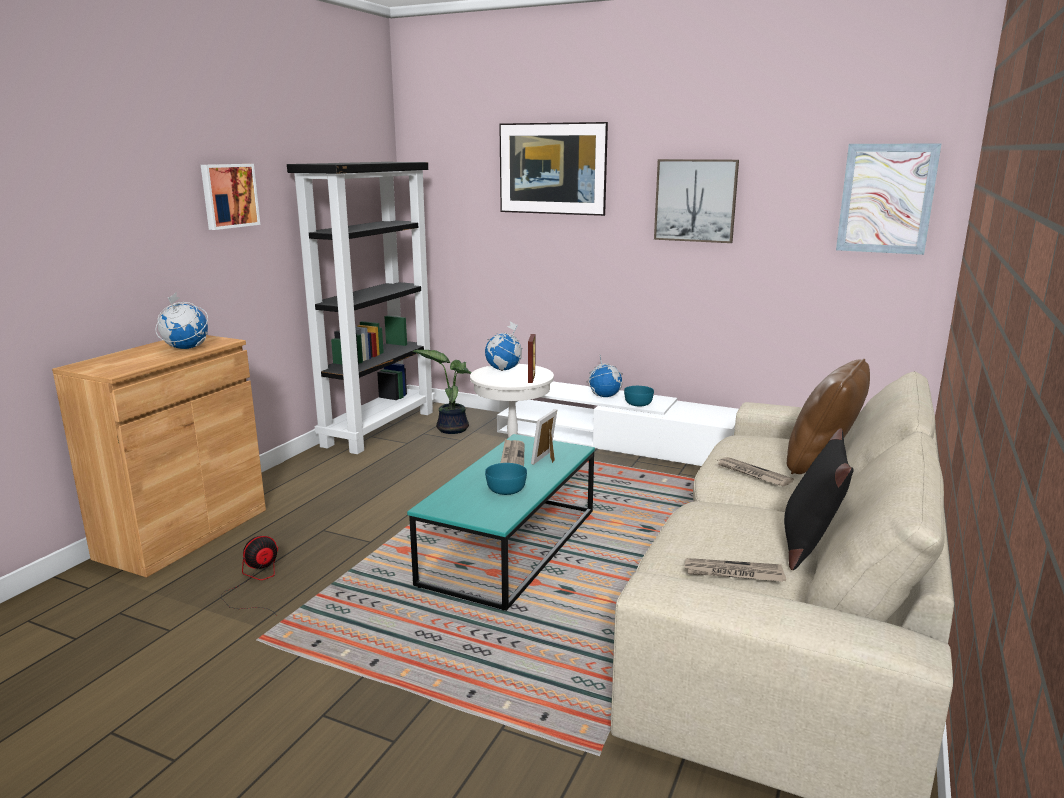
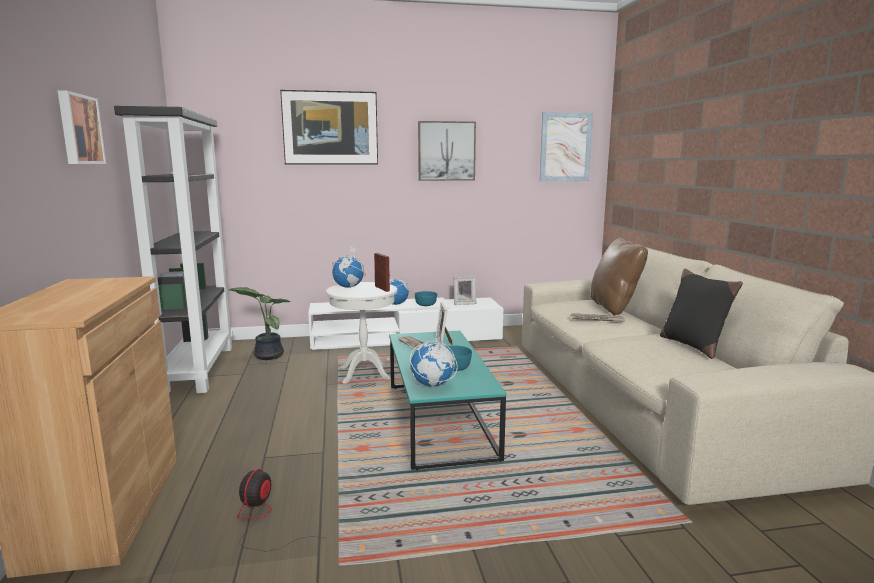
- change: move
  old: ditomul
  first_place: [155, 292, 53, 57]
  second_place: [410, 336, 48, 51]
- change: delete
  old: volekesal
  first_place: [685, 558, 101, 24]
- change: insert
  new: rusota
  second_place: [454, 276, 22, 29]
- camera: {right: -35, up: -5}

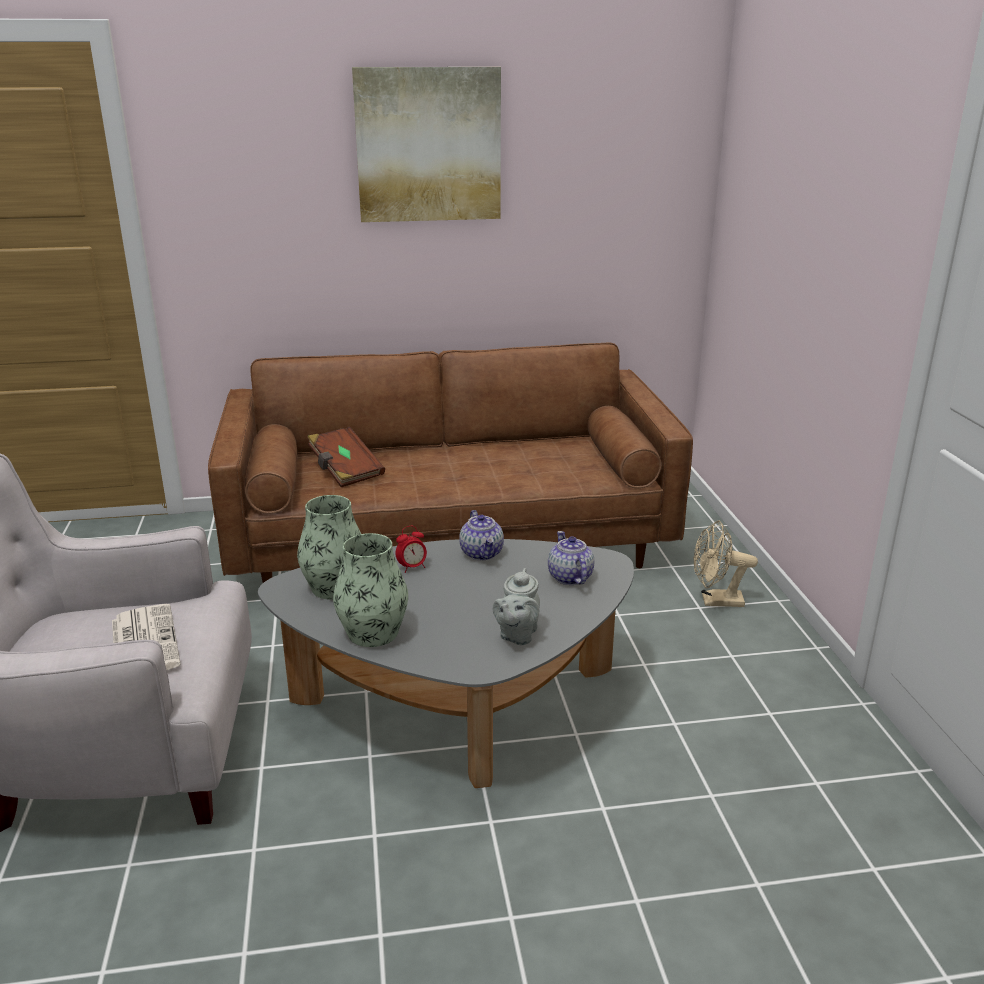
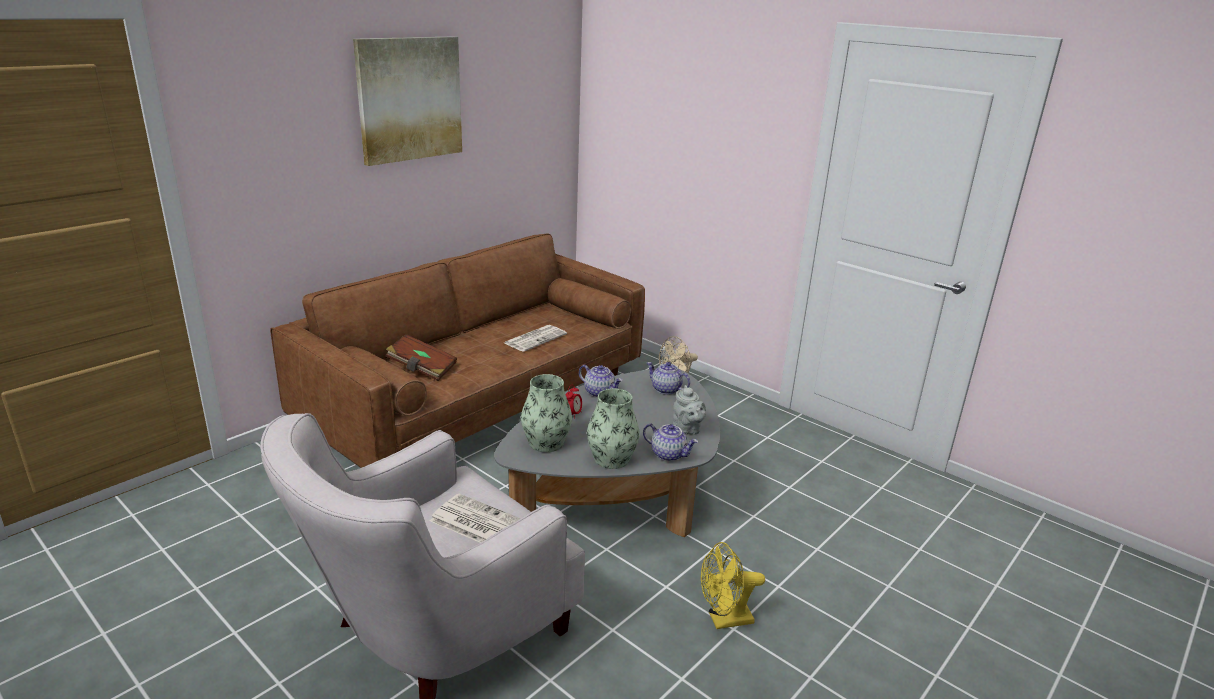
- change: insert
  new: volekesal
  second_place: [504, 325, 63, 27]
- change: insert
  new: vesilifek
  second_place: [643, 424, 55, 37]
- change: insert
  new: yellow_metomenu
  second_place: [701, 542, 64, 87]
- camera: {right: -40, up: 0}

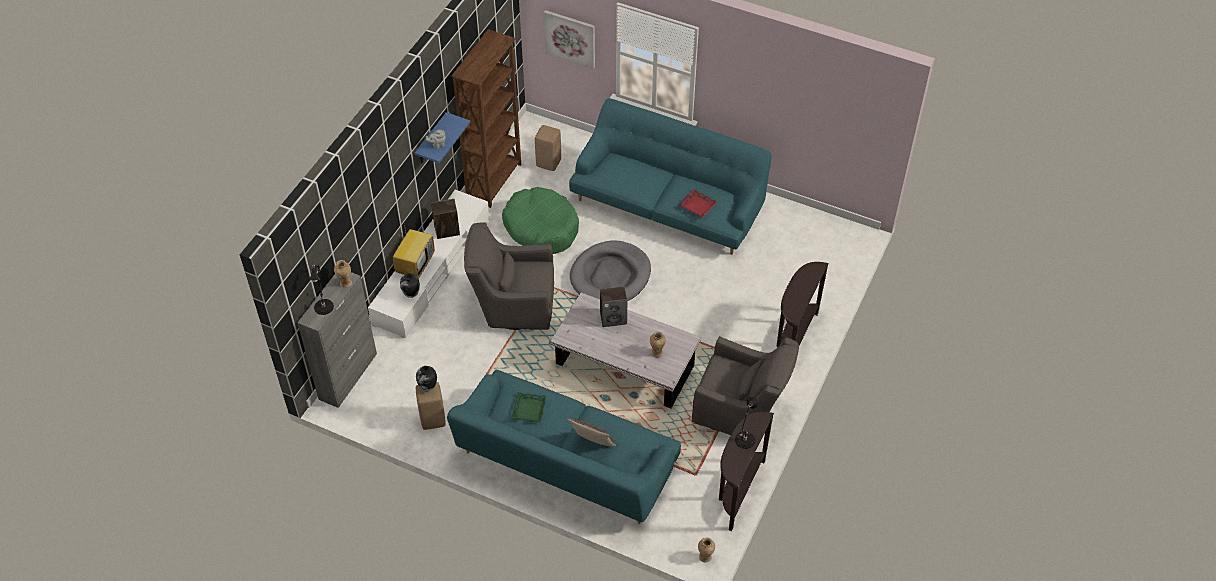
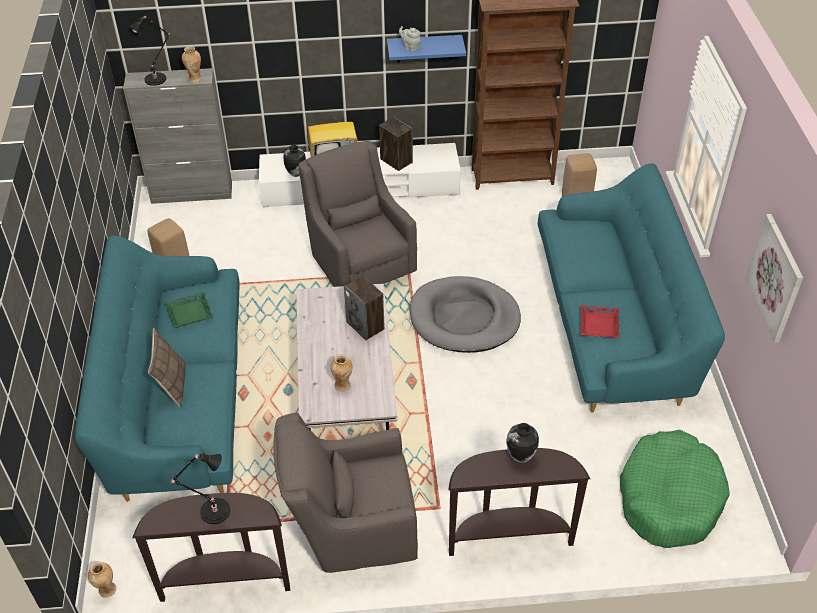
- change: move
  old: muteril
  first_place: [544, 10, 51, 59]
  second_place: [746, 214, 57, 129]
- change: move
  old: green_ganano
  first_place: [502, 187, 77, 67]
  second_place: [620, 430, 110, 118]
- change: rotate
  old: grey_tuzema
  first_place: [692, 336, 107, 99]
  second_place: [273, 413, 145, 160]
  degrees: 90
- change: move
  old: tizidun
  first_place: [416, 366, 21, 25]
  second_place: [506, 423, 33, 40]
- camera: {right: 60, up: -5}

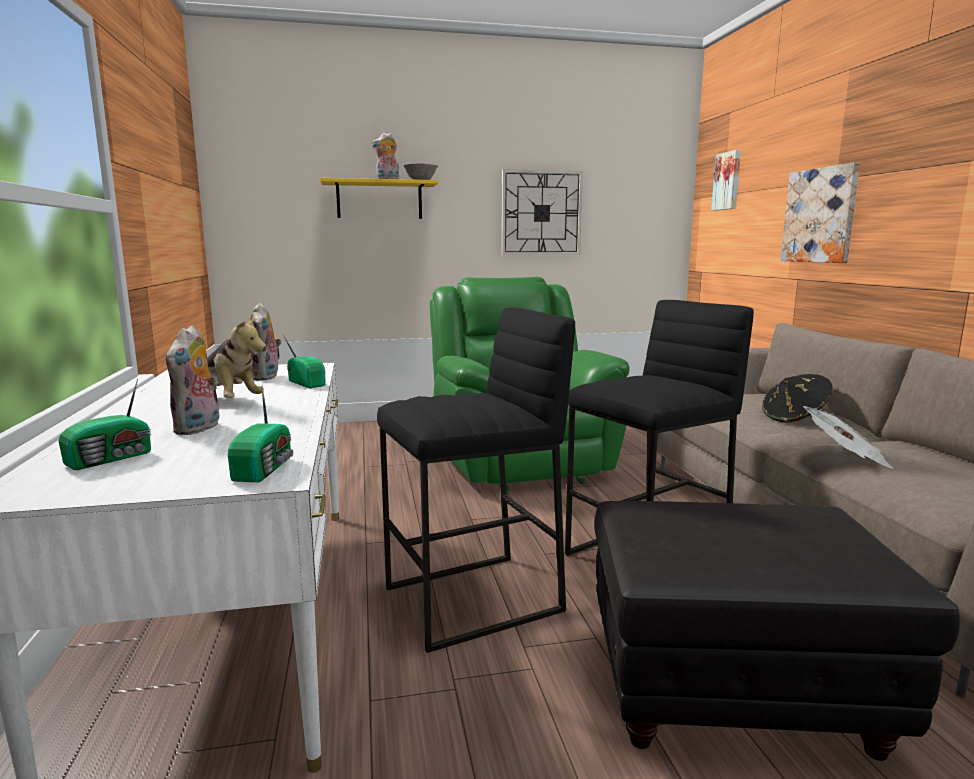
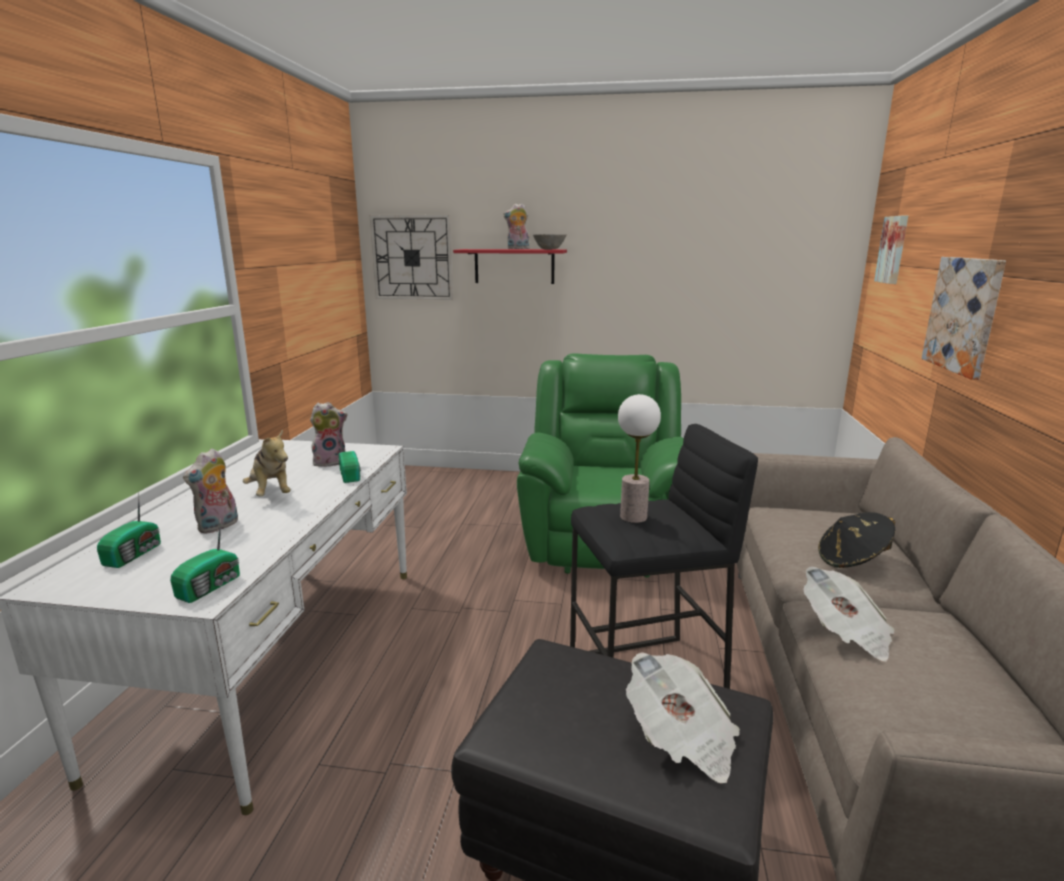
- change: move
  old: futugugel
  first_place: [502, 169, 81, 86]
  second_place: [370, 215, 83, 85]
- change: recolor
  old: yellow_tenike
  new: red_tenike
  first_place: [320, 178, 118, 41]
  second_place: [453, 249, 114, 35]
- change: rotate
  old: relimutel
  first_place: [250, 303, 32, 78]
  second_place: [310, 402, 38, 65]
  degrees: -120
- change: delete
  old: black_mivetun
  first_place: [377, 307, 198, 346]
- change: rotate
  old: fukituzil
  first_place: [59, 379, 92, 91]
  second_place: [97, 492, 64, 76]
  degrees: -45
- change: insert
  new: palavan
  second_place: [618, 394, 43, 129]
- change: insert
  new: volekesal
  second_place: [626, 652, 114, 131]
- camera: {right: 20, up: 5}

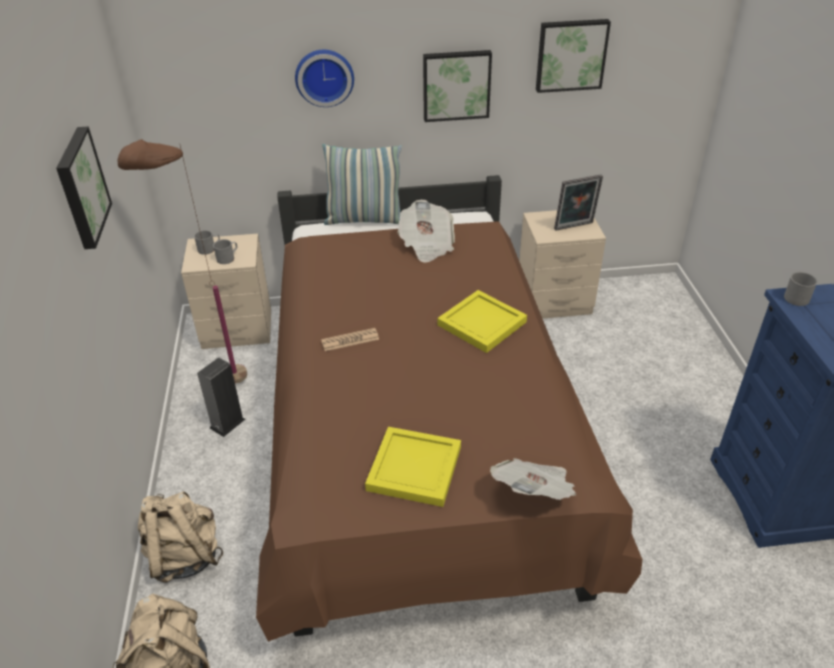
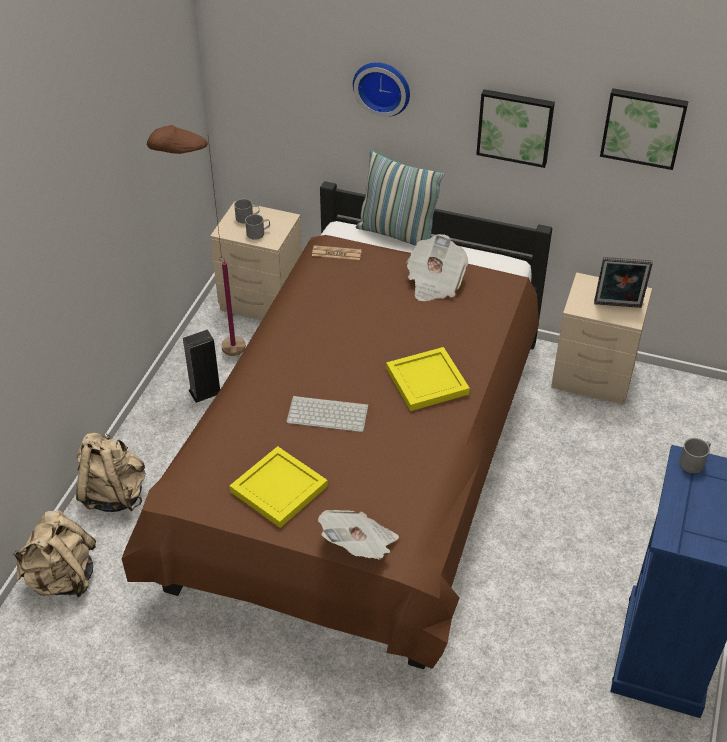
- change: delete
  old: muteril
  first_place: [56, 126, 56, 123]
- change: move
  old: volekesal
  first_place: [321, 328, 58, 23]
  second_place: [312, 245, 50, 15]
- change: insert
  new: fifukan
  second_place: [286, 396, 83, 36]
- camera: {right: 25, up: 5}

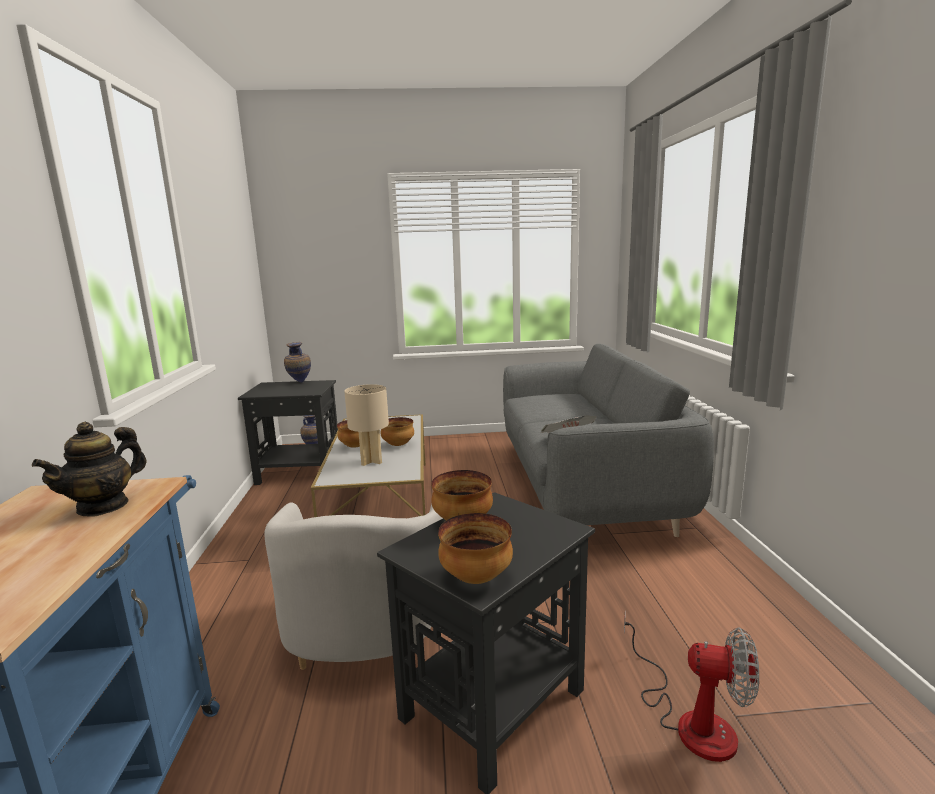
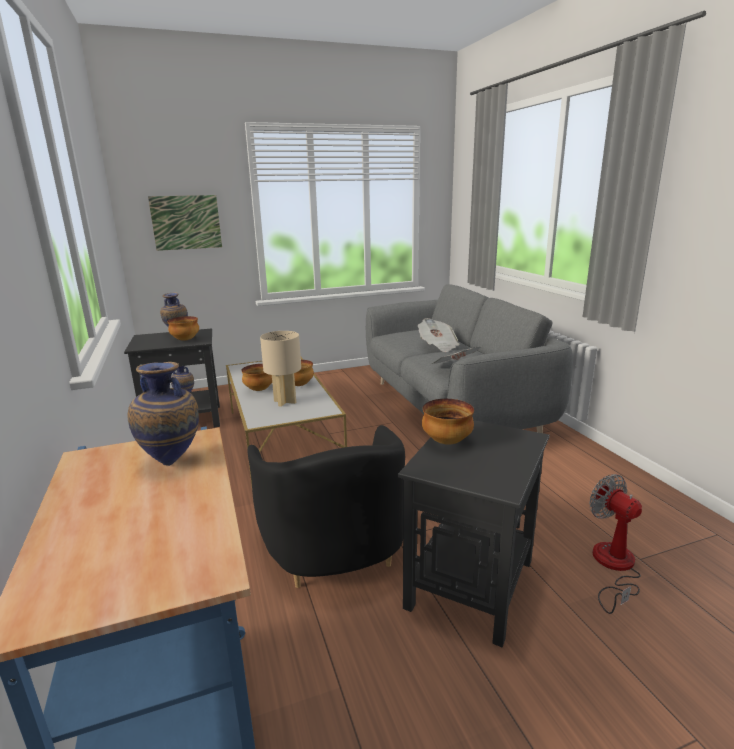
- change: replace
  old: vesilifek
  new: tizidun
  first_place: [32, 422, 115, 95]
  second_place: [128, 362, 71, 104]
- change: recolor
  old: white_tuzema
  new: black_tuzema
  first_place: [265, 502, 178, 168]
  second_place: [247, 425, 158, 163]
- change: move
  old: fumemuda
  first_place: [438, 513, 75, 71]
  second_place: [167, 316, 32, 25]
- change: rotate
  old: metomenu
  first_place: [624, 619, 135, 143]
  second_place: [589, 474, 53, 140]
  degrees: -120
- change: insert
  new: muteril
  second_place: [148, 195, 74, 56]
- change: insert
  new: volekesal
  second_place: [418, 318, 42, 34]
- camera: {right: -15, up: 5}

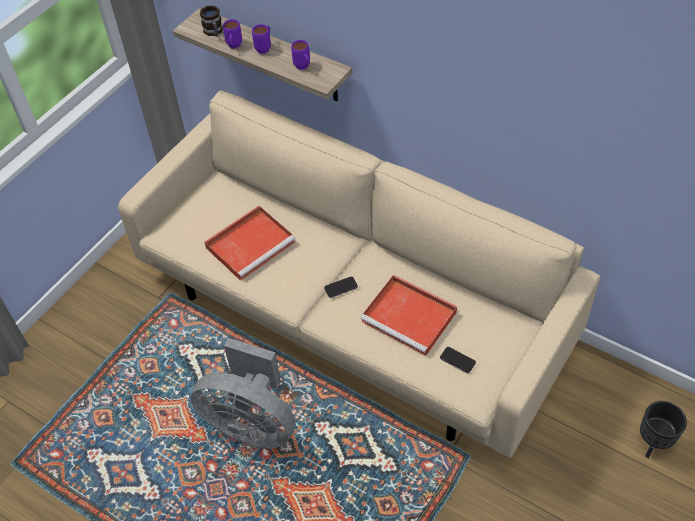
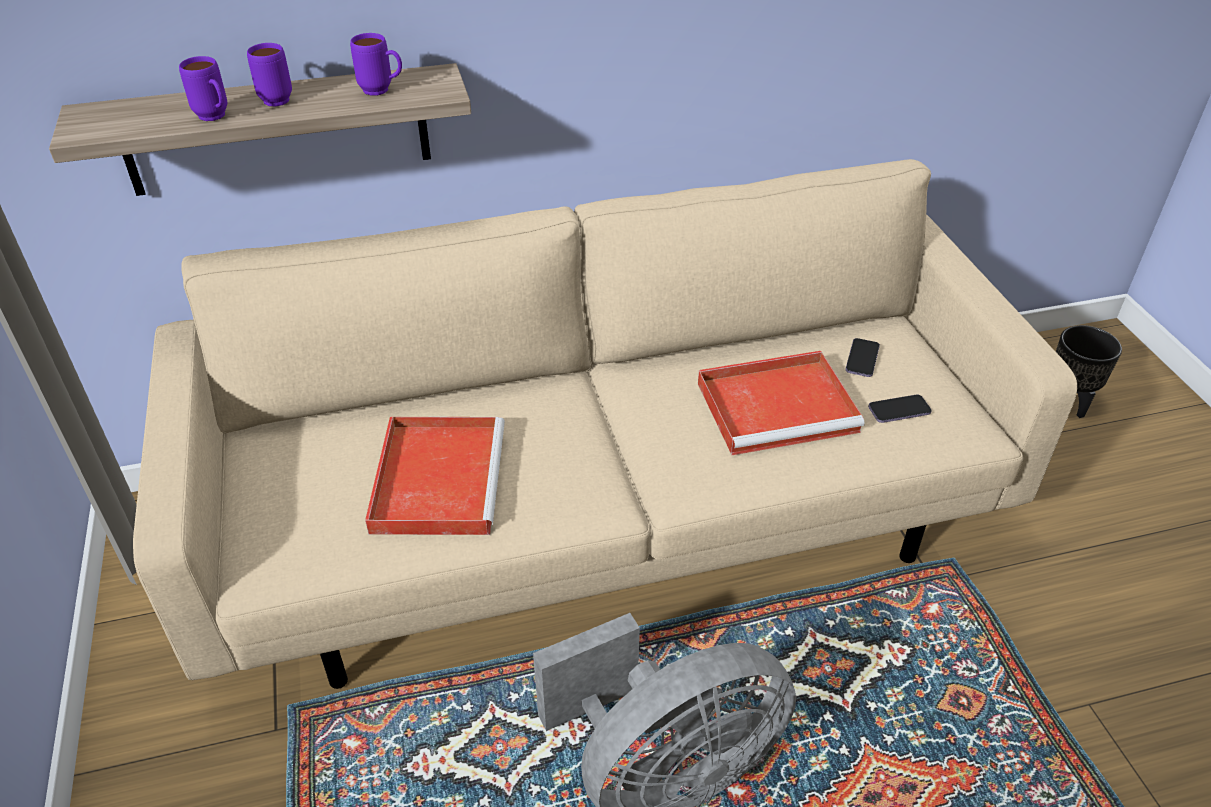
- change: delete
  old: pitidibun
  first_place: [200, 6, 23, 31]
- change: move
  old: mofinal
  first_place: [324, 276, 34, 22]
  second_place: [845, 338, 35, 39]
- camera: {right: -50, up: -10}

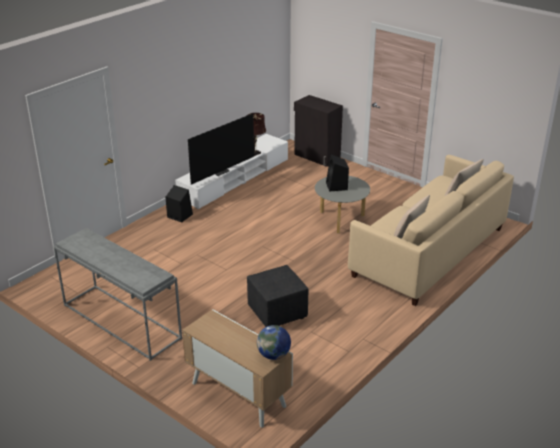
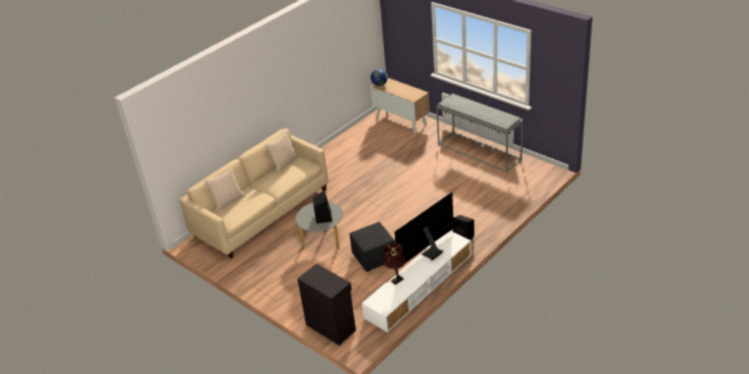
- change: move
  old: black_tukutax
  first_place: [247, 265, 61, 62]
  second_place: [350, 222, 45, 50]
- camera: {right: -175, up: 5}

